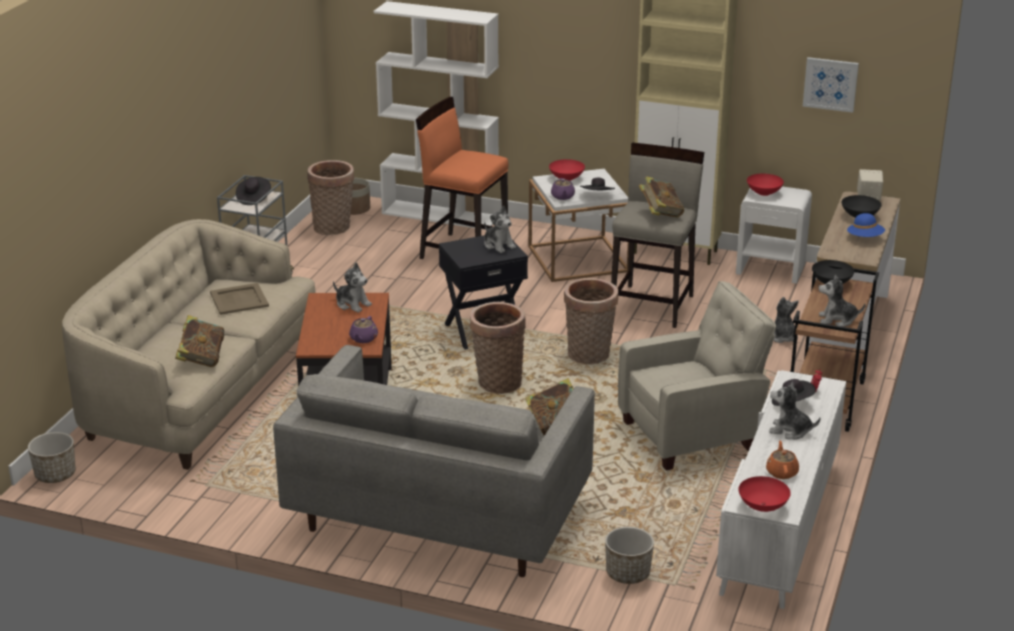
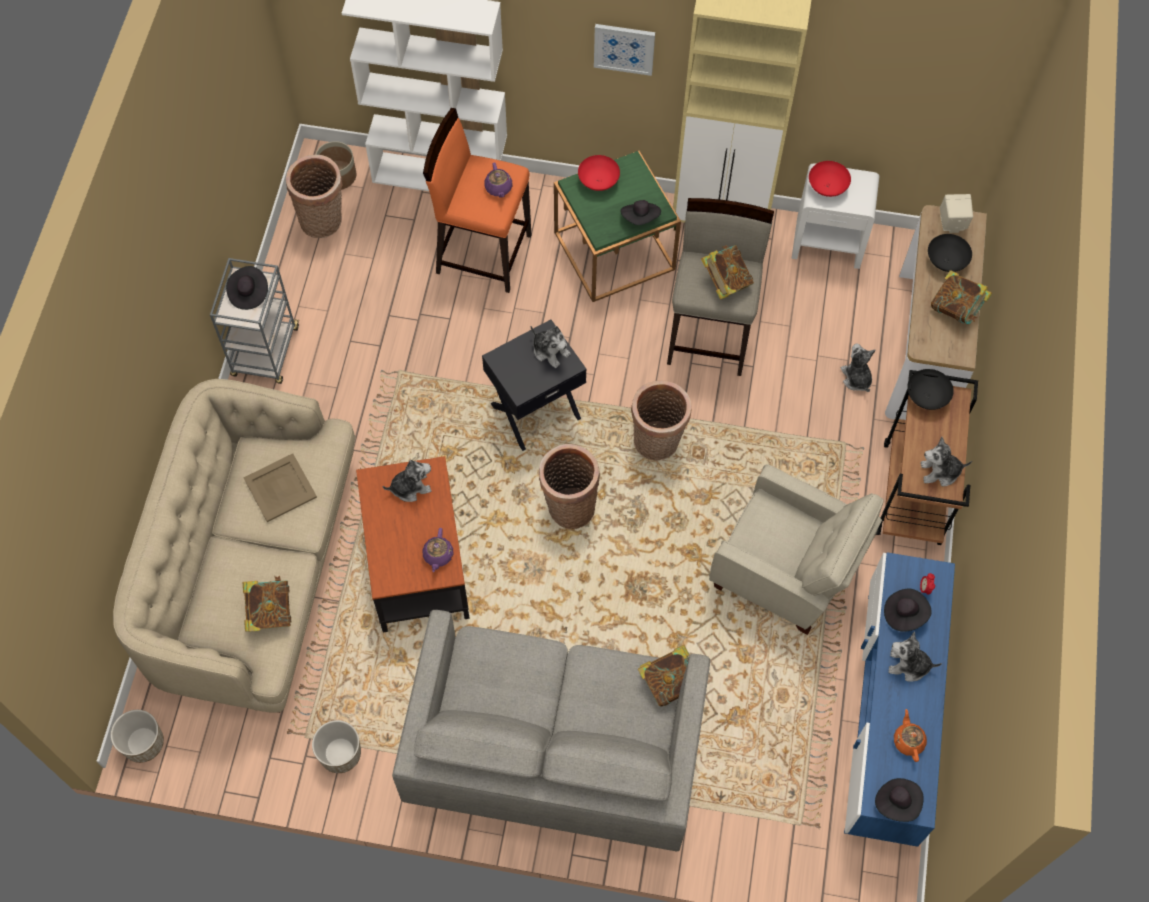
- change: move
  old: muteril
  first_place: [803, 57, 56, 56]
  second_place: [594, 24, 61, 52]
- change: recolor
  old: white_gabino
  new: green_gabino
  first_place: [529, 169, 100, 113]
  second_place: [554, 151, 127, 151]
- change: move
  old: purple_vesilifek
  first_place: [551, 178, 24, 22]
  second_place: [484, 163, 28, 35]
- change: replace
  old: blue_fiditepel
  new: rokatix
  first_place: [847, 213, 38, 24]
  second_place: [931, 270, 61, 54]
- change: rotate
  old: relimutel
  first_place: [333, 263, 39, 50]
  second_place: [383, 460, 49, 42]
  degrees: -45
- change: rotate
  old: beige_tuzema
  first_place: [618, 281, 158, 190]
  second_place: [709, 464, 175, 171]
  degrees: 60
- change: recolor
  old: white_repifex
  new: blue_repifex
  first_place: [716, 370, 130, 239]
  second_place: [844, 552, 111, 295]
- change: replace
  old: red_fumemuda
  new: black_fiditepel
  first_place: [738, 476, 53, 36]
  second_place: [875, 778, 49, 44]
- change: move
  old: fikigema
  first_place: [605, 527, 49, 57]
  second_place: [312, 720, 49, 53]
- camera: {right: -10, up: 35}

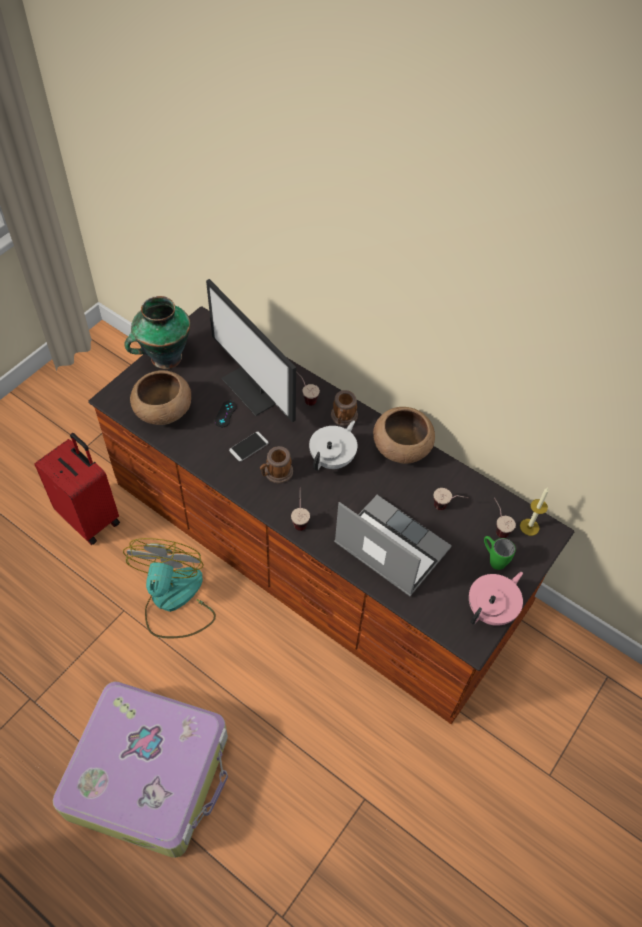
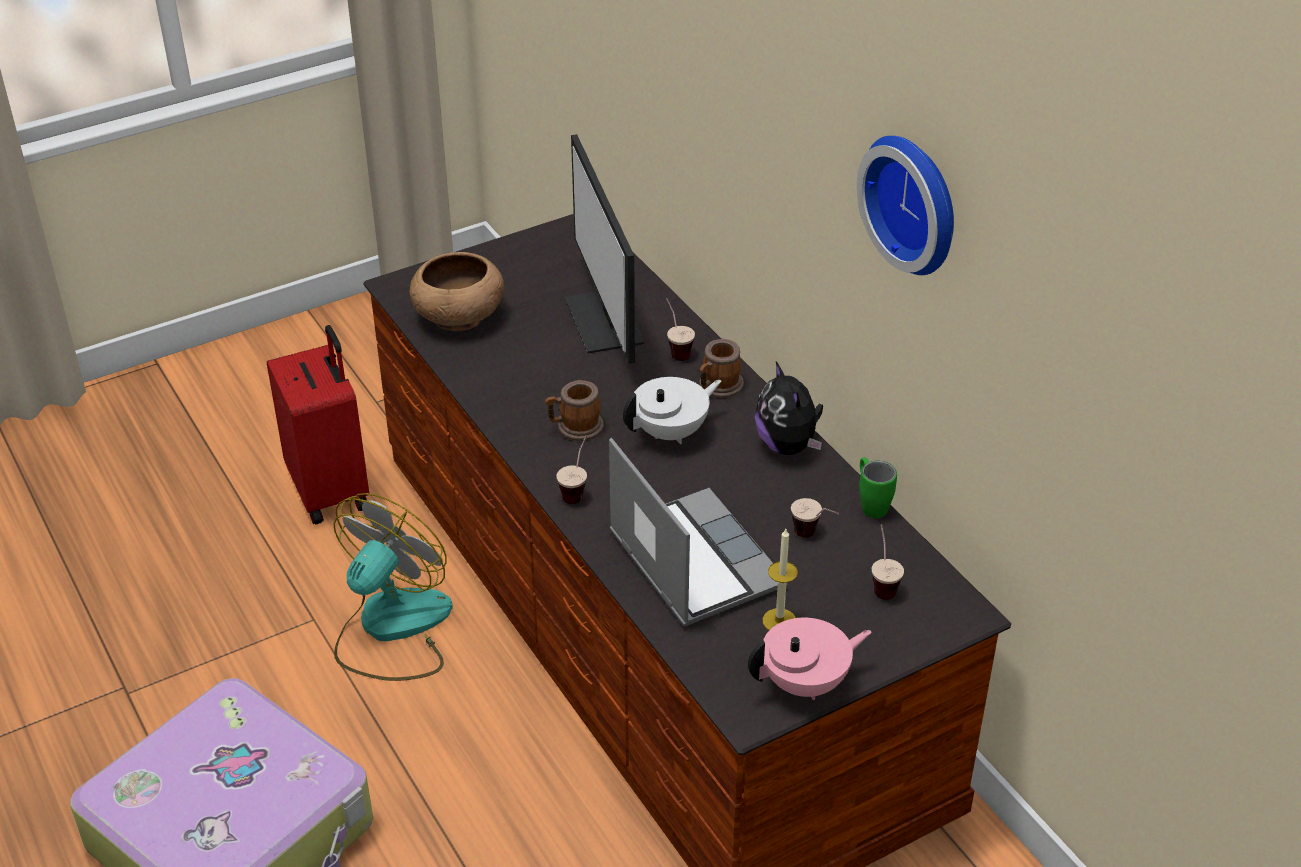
- change: delete
  old: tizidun
  first_place: [124, 296, 66, 73]
- change: delete
  old: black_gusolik
  first_place: [215, 401, 22, 26]
- change: replace
  old: brown_fumemuda
  new: relimutel
  first_place: [373, 407, 62, 57]
  second_place: [755, 361, 68, 94]
- change: delete
  old: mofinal
  first_place: [229, 432, 40, 30]
- change: move
  old: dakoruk
  first_place: [520, 488, 29, 48]
  second_place: [763, 529, 35, 101]
- change: move
  old: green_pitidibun
  first_place: [484, 536, 32, 34]
  second_place: [859, 457, 38, 61]
- change: insert
  new: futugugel
  second_place: [856, 136, 98, 139]
- camera: {right: 25, up: -15}

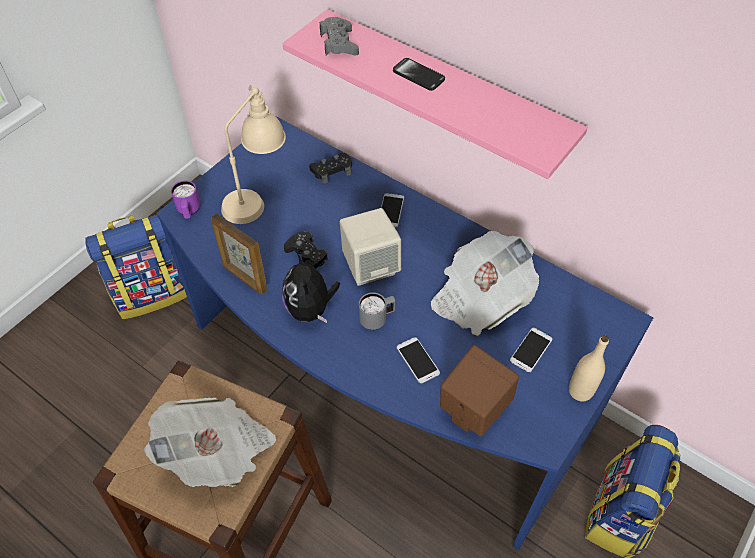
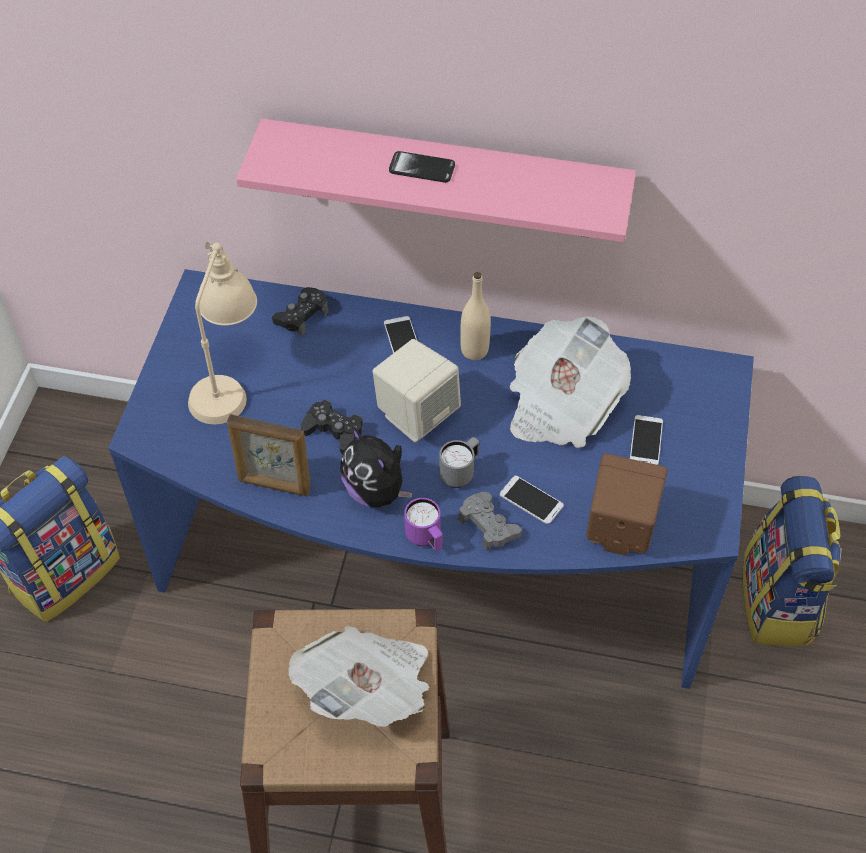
- change: move
  old: grey_gusolik
  first_place: [320, 17, 39, 39]
  second_place: [459, 492, 63, 59]
- change: move
  old: purple_pitidibun
  first_place: [171, 181, 29, 38]
  second_place: [404, 498, 39, 53]
- change: move
  old: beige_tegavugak
  first_place: [569, 335, 40, 66]
  second_place: [460, 272, 31, 88]
- camera: {right: -25, up: 0}

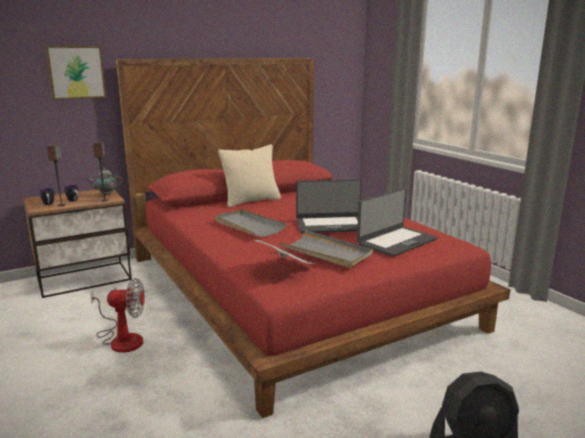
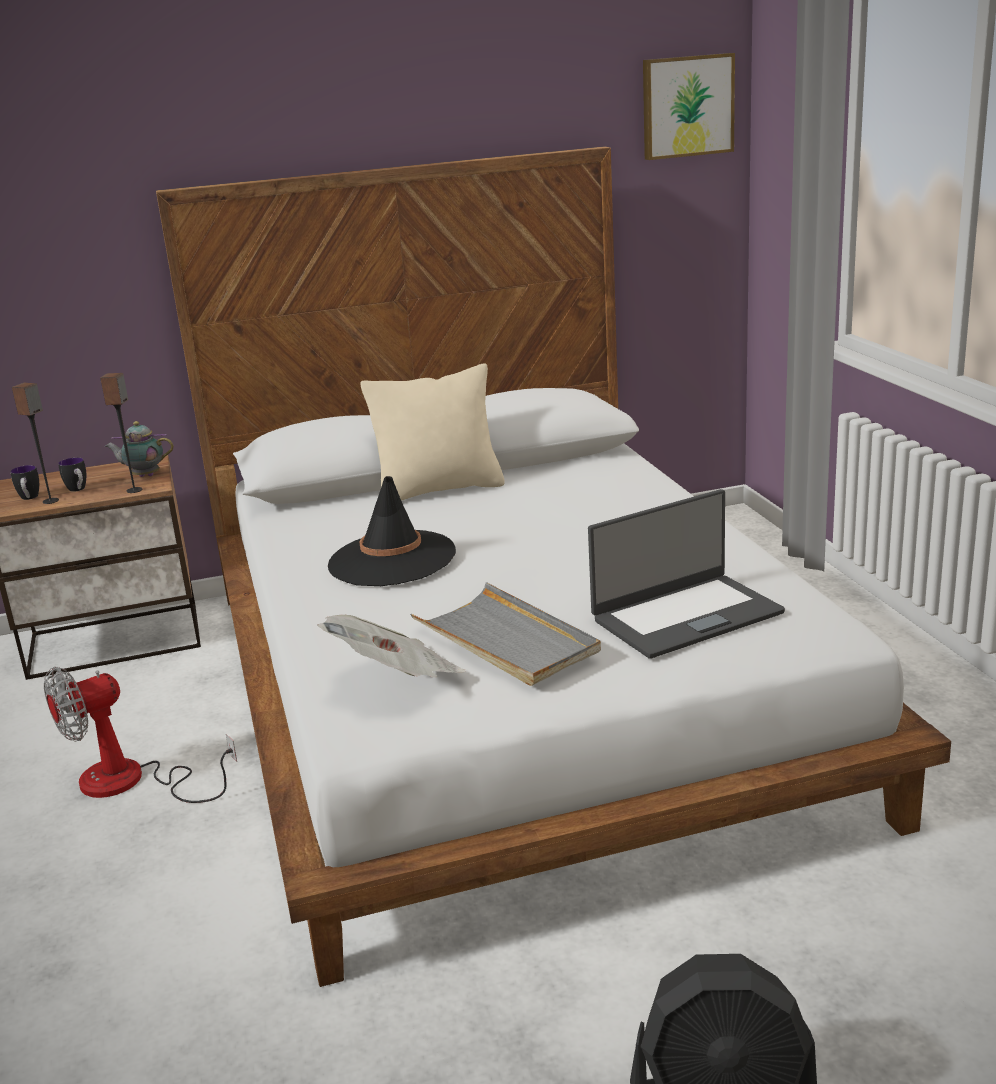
- change: move
  old: muteril
  first_place: [45, 46, 61, 54]
  second_place: [643, 53, 92, 107]
- change: recolor
  old: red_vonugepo
  new: white_vonugepo
  first_place: [116, 58, 394, 360]
  second_place: [156, 146, 795, 841]
- change: delete
  old: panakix
  first_place: [296, 179, 66, 54]
- change: replace
  old: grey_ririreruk
  new: black_fiditepel
  first_place: [215, 209, 72, 28]
  second_place: [328, 476, 128, 110]
- change: rotate
  old: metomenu
  first_place: [90, 278, 55, 75]
  second_place: [44, 667, 193, 136]
  degrees: 135
- camera: {right: 15, up: 5}

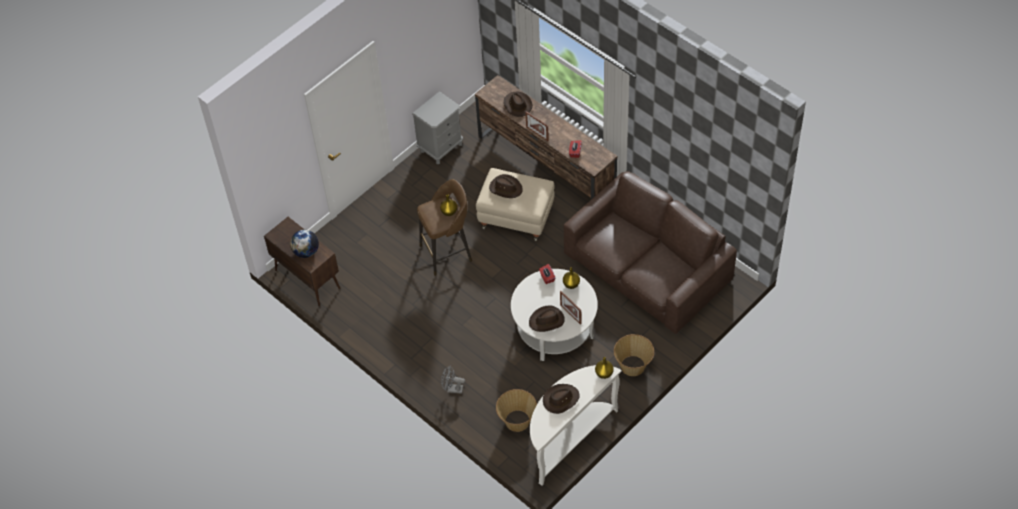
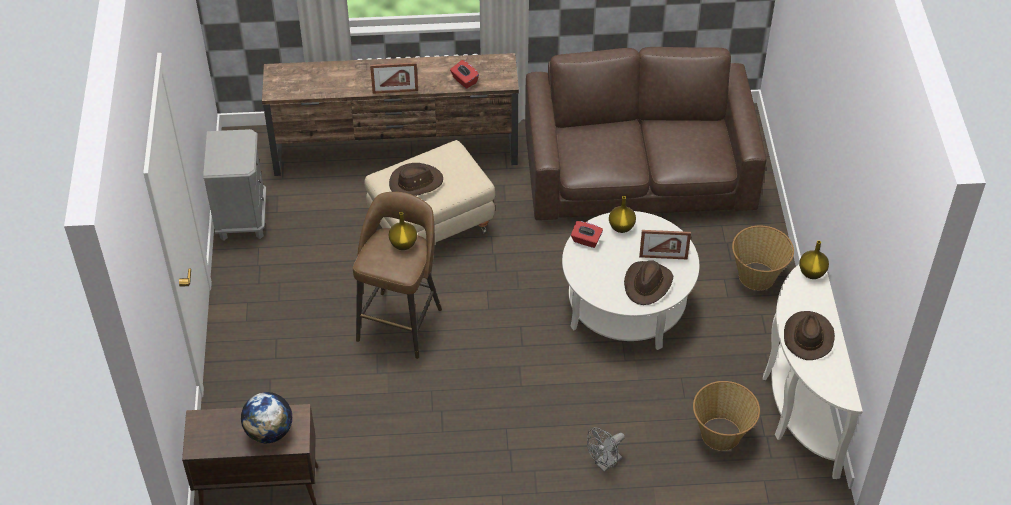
- change: delete
  old: brown_fiditepel
  first_place: [504, 92, 29, 25]
- camera: {right: -50, up: -5}

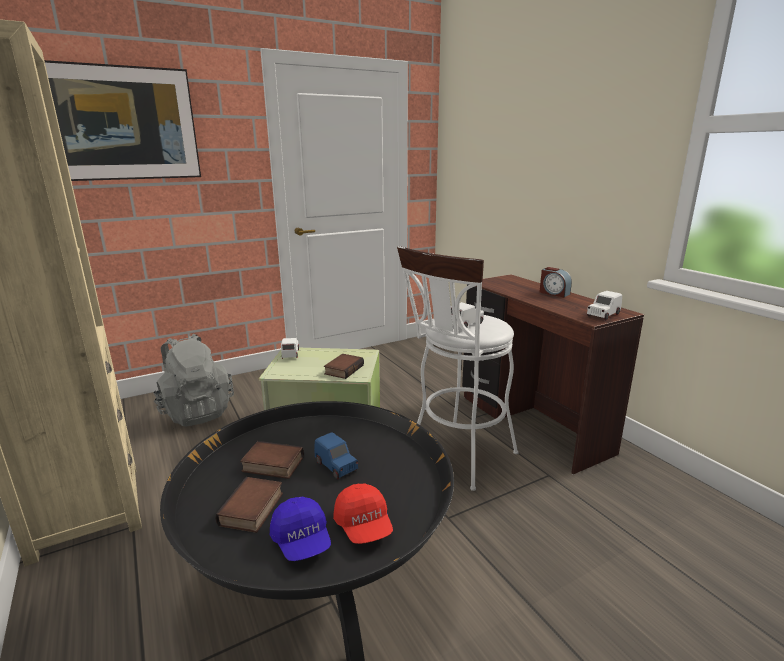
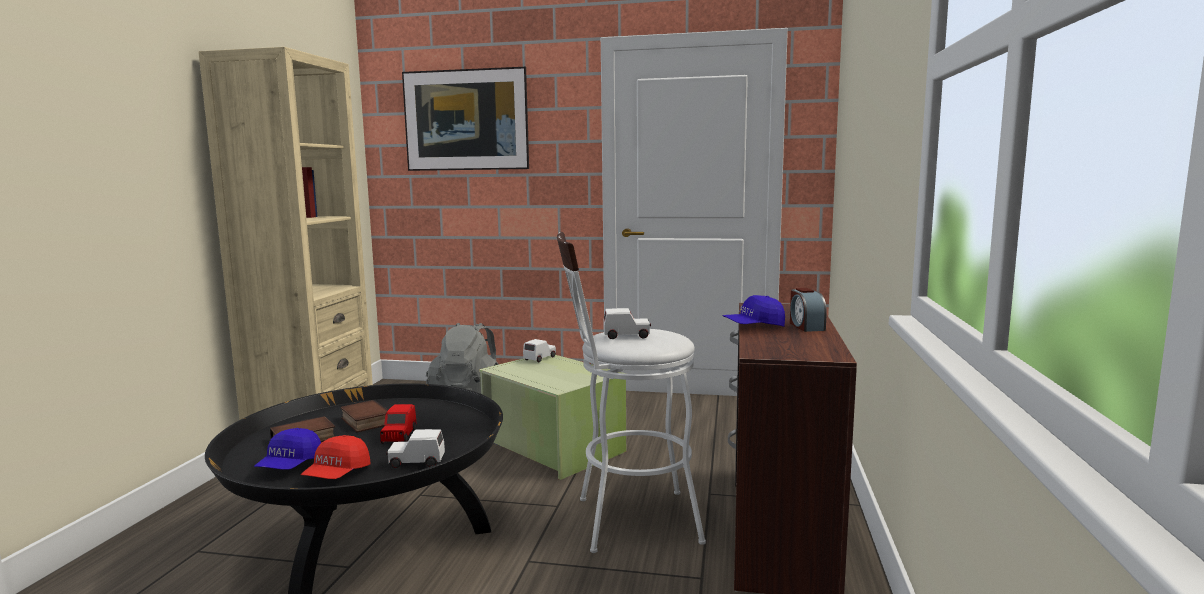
- change: move
  old: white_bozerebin
  first_place: [587, 291, 35, 29]
  second_place: [386, 429, 59, 39]
- change: delete
  old: rokatix
  first_place: [324, 354, 40, 25]
- change: recolor
  old: blue_bozerebin
  new: red_bozerebin
  first_place: [314, 432, 44, 47]
  second_place: [380, 404, 36, 40]
- change: insert
  new: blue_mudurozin
  second_place: [722, 295, 63, 32]
- camera: {right: 40, up: -10}

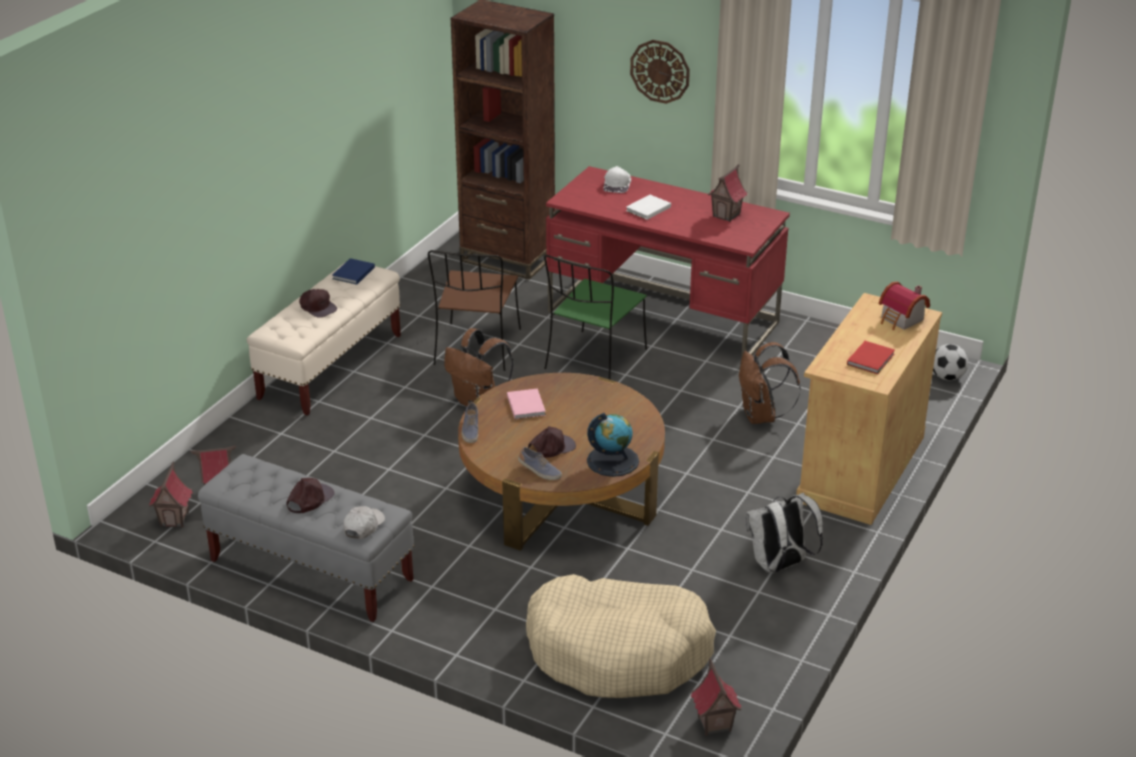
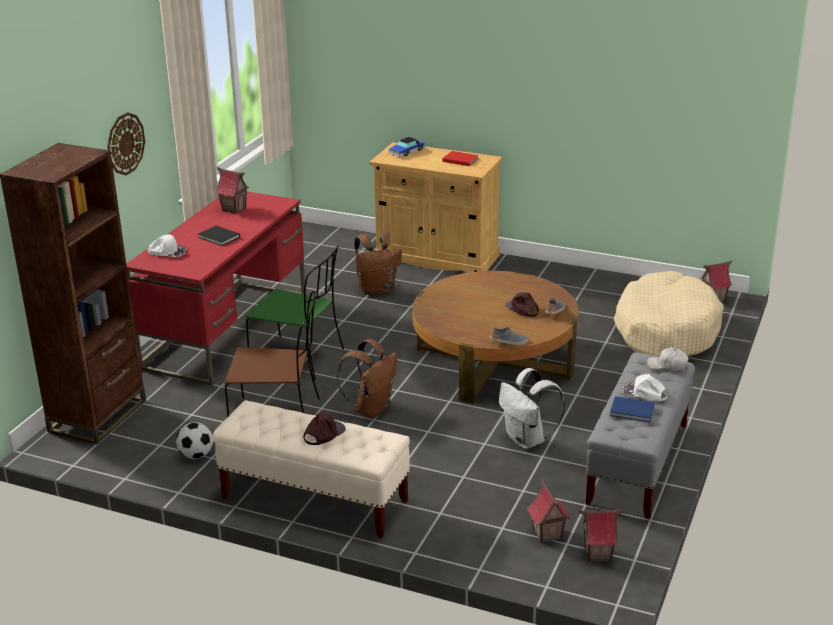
- change: recolor
  old: white_rokatix
  new: black_rokatix
  first_place: [626, 195, 45, 25]
  second_place: [198, 226, 42, 20]
- change: move
  old: blue_rokatix
  first_place: [332, 258, 43, 27]
  second_place: [610, 396, 45, 26]
- change: replace
  old: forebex
  new: bozerebin
  first_place: [879, 282, 51, 48]
  second_place: [388, 137, 37, 20]
- change: move
  old: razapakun
  first_place: [933, 344, 35, 36]
  second_place: [176, 422, 37, 37]
- change: delete
  old: pink_rokatix
  first_place: [507, 388, 39, 31]
- change: delete
  old: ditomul
  first_place: [587, 413, 52, 64]
- change: recolor
  old: brown_mudurozin
  new: white_mudurozin
  first_place: [287, 478, 47, 35]
  second_place: [623, 374, 44, 27]
- change: move
  old: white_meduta
  first_place: [745, 493, 78, 80]
  second_place: [499, 368, 66, 81]
- camera: {right: -95, up: -5}

